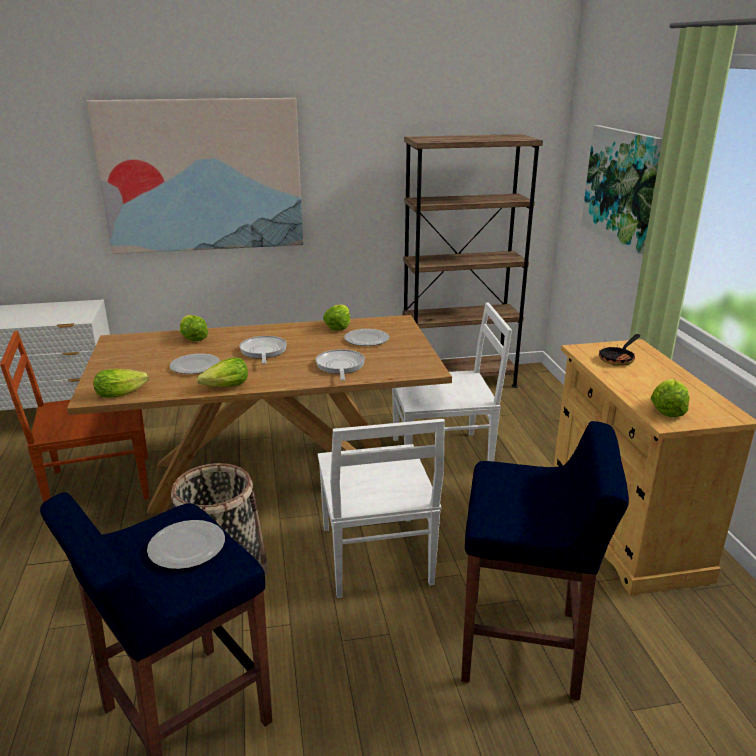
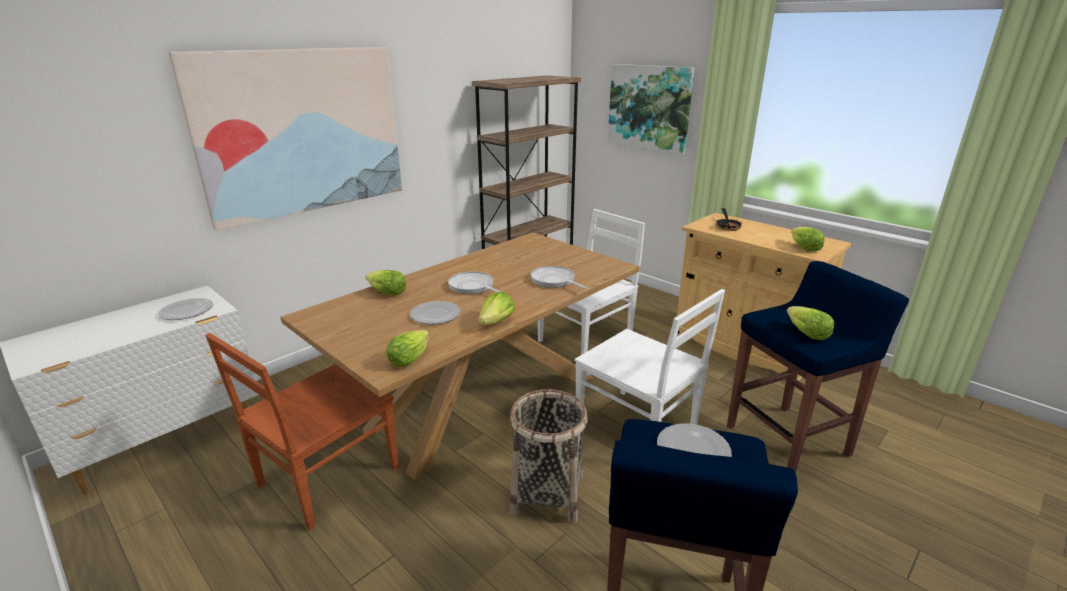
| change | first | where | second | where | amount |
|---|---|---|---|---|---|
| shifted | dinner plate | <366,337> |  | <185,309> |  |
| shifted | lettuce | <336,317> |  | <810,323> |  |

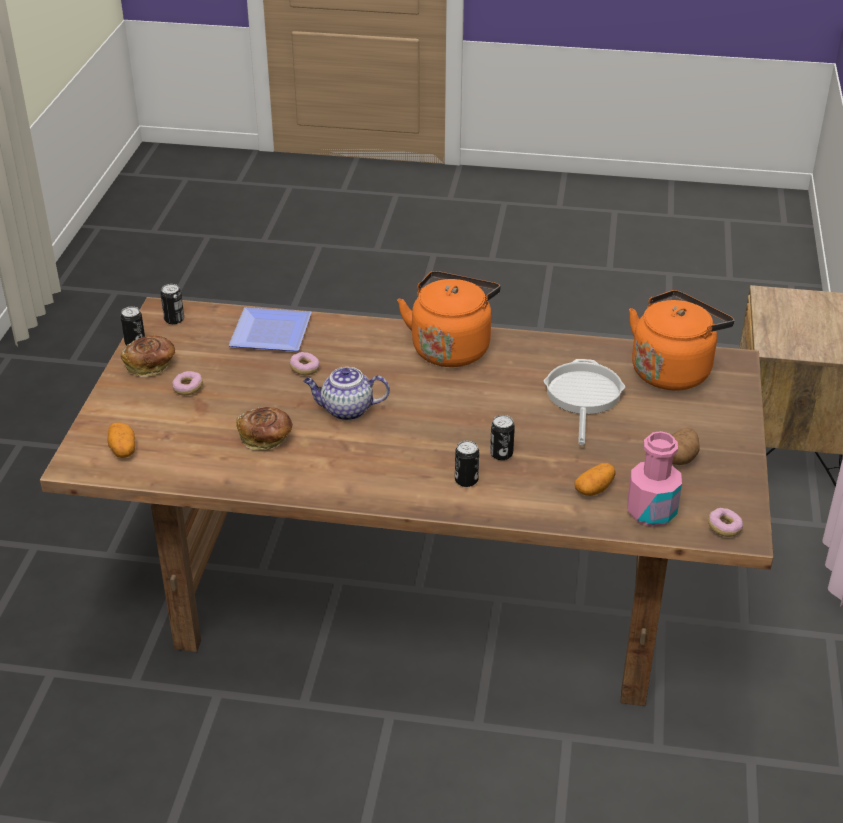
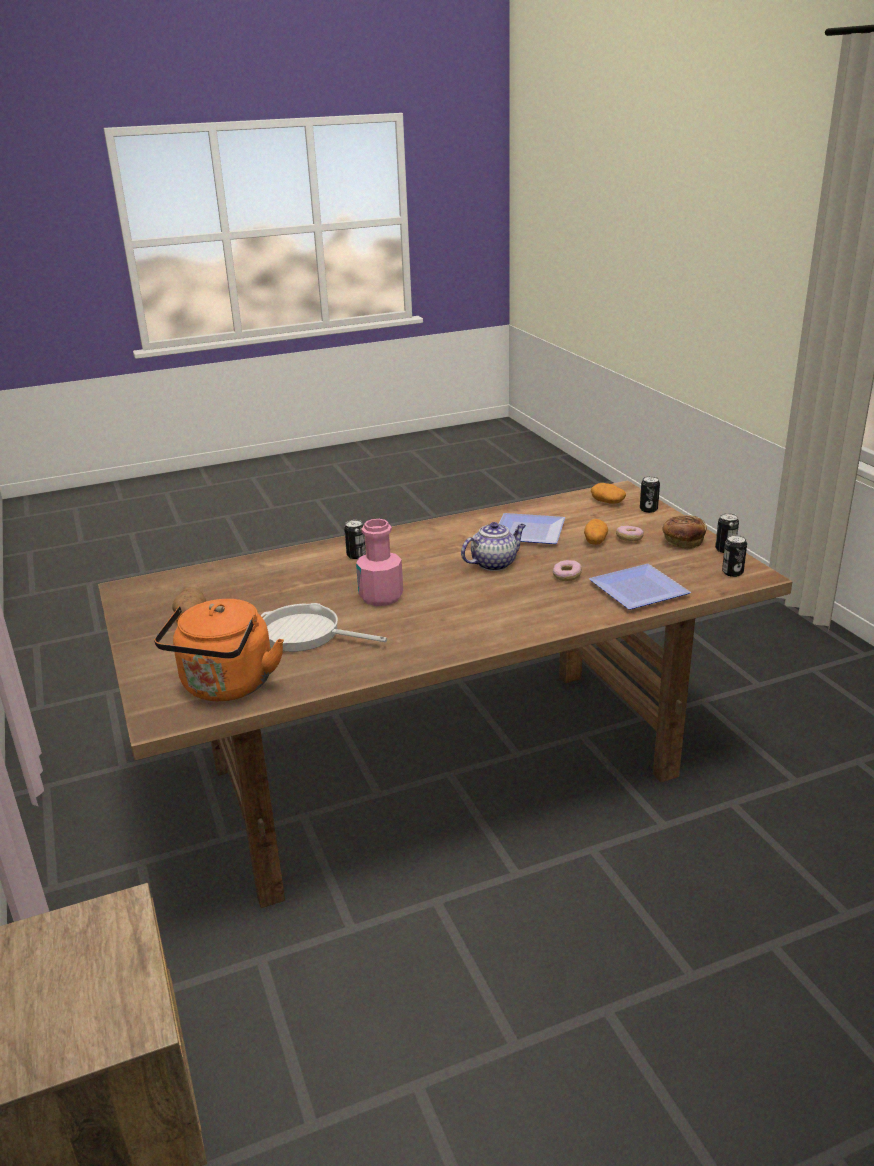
| change | first | where | second | where | amount |
|---|---|---|---|---|---|
| rotated | frying pan | <584,402> |  | <323,627> | 135 degrees clockwise |
| shifted | pinkish bottle | <654,479> |  | <379,562> |  |
| swapped | bakery bread | <264,428> | dinner plate | <532,528> |  |
| shifted | whole potato | <595,479> |  | <596,532> |  |
| shifted | metal can | <502,437> |  | <650,494> |  |
| gone | orange-coloured tea kettle | <449,319> |  |  |  |
| gone | ring doughnut | <725,522> |  |  |  |

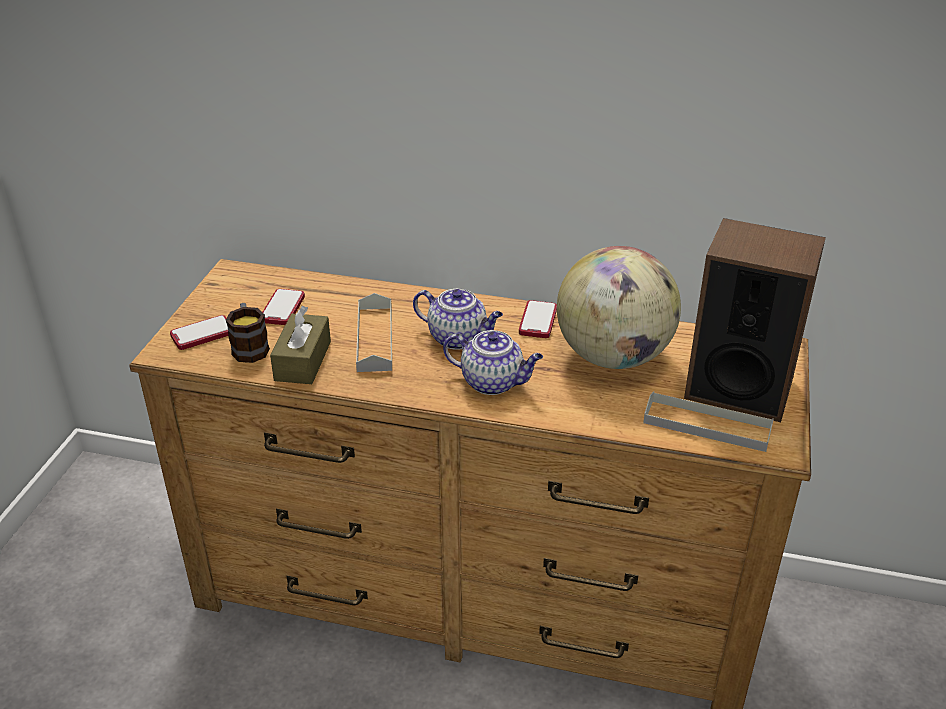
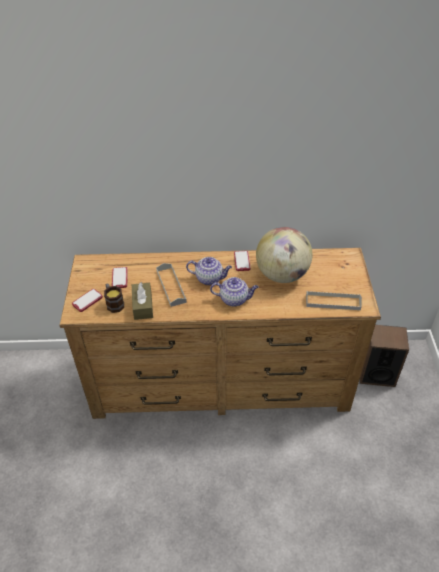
| change | first | where | second | where | amount |
|---|---|---|---|---|---|
| shifted | loudspeaker | <755,320> |  | <384,356> |  |

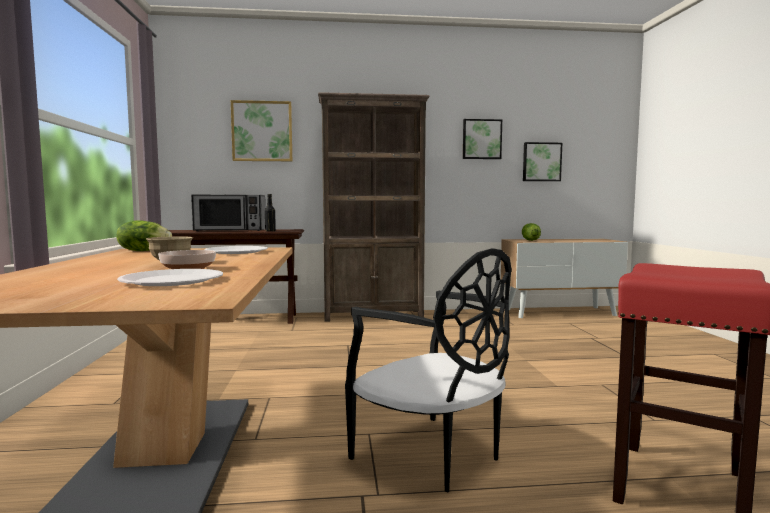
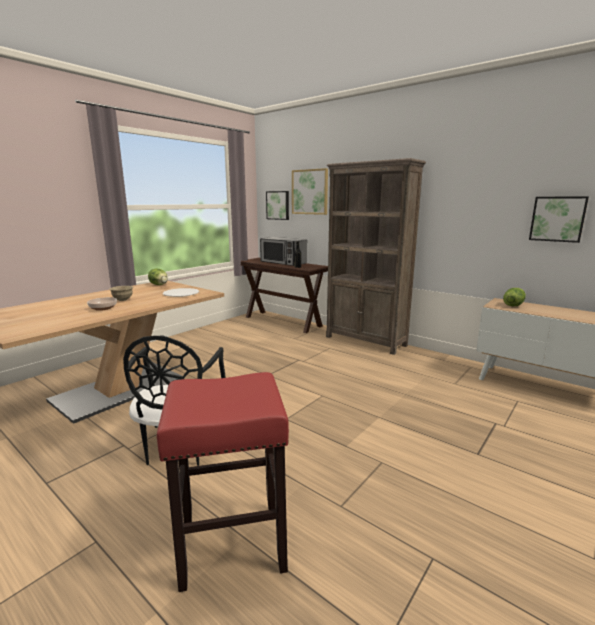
| change | first | where | second | where | amount |
|---|---|---|---|---|---|
| shifted | wall picture | <482,139> |  | <277,205> |  |
| gone | whitish dinner plate | <170,277> |  |  |  |

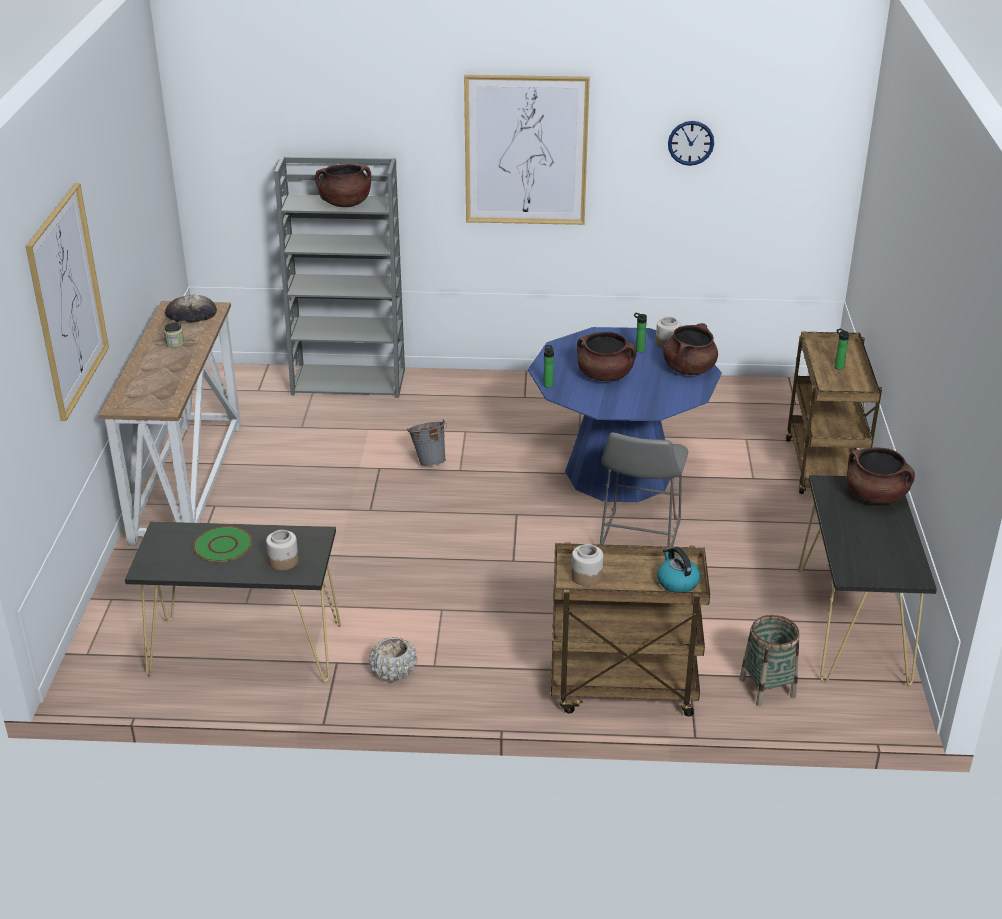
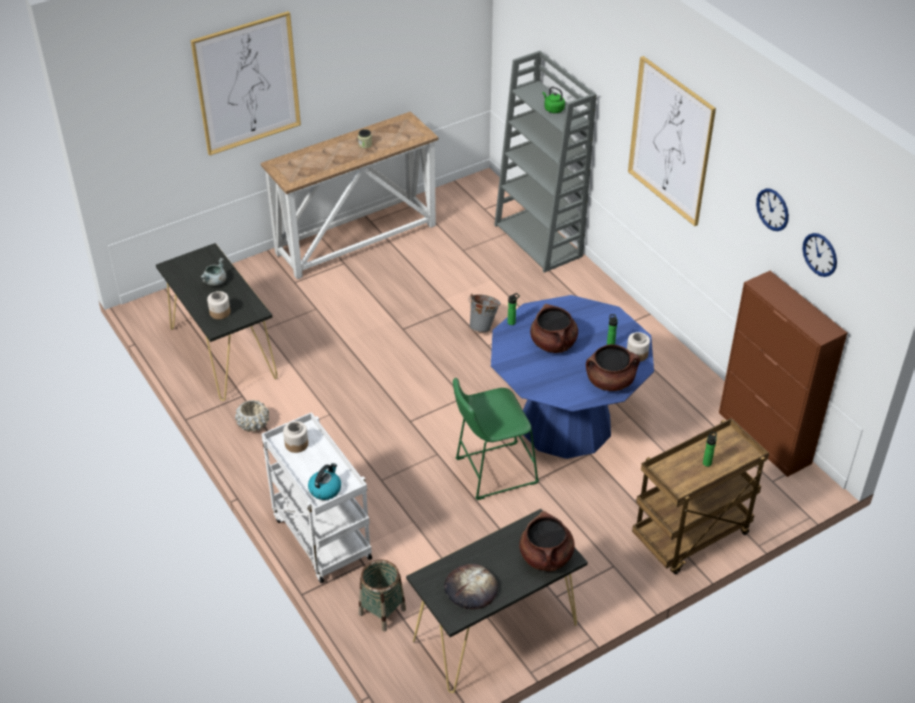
| change | first | where | second | where | amount |
|---|---|---|---|---|---|
| swapped | greenish dinner plate | <222,544> | greyish saucepot | <214,272> |  |
| repainted | brown-coloured wheeled cart | <630,629> | whitish wheeled cart | <316,498> |  |
| shifted | bakery bread | <191,308> |  | <471,586> |  |
| repainted | greyish sitting stool | <644,489> | greenish sitting stool | <496,439> |  |
| swapped | brown-coloured saucepot | <343,185> | greenish tea kettle | <554,100> |  |
| new |  |  | brown-coloured cabinet | <783,374> |  |
| new |  |  | wall clock | <820,255> |  |

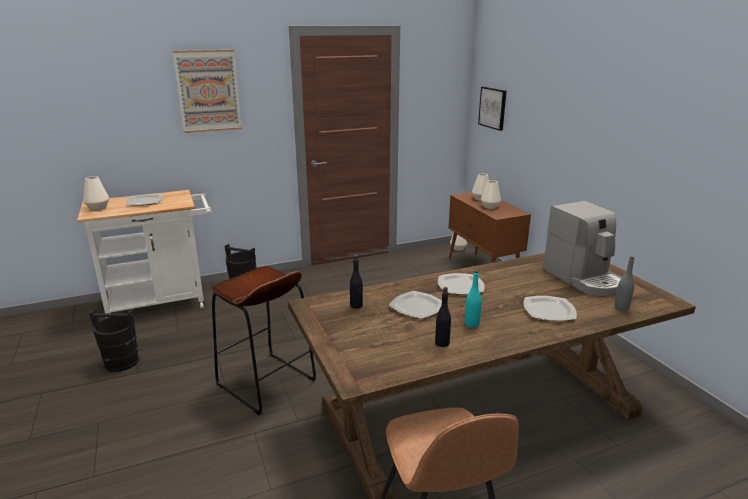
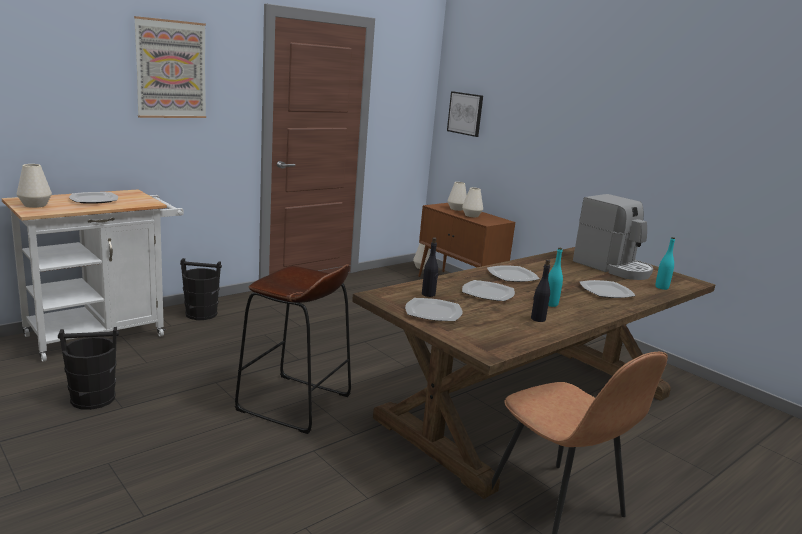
| change | first | where | second | where | amount |
|---|---|---|---|---|---|
| new |  |  | dinner plate | <433,309> |  |
| repainted | greyish bottle | <624,283> | turquoise-coloured bottle | <665,263> |  |

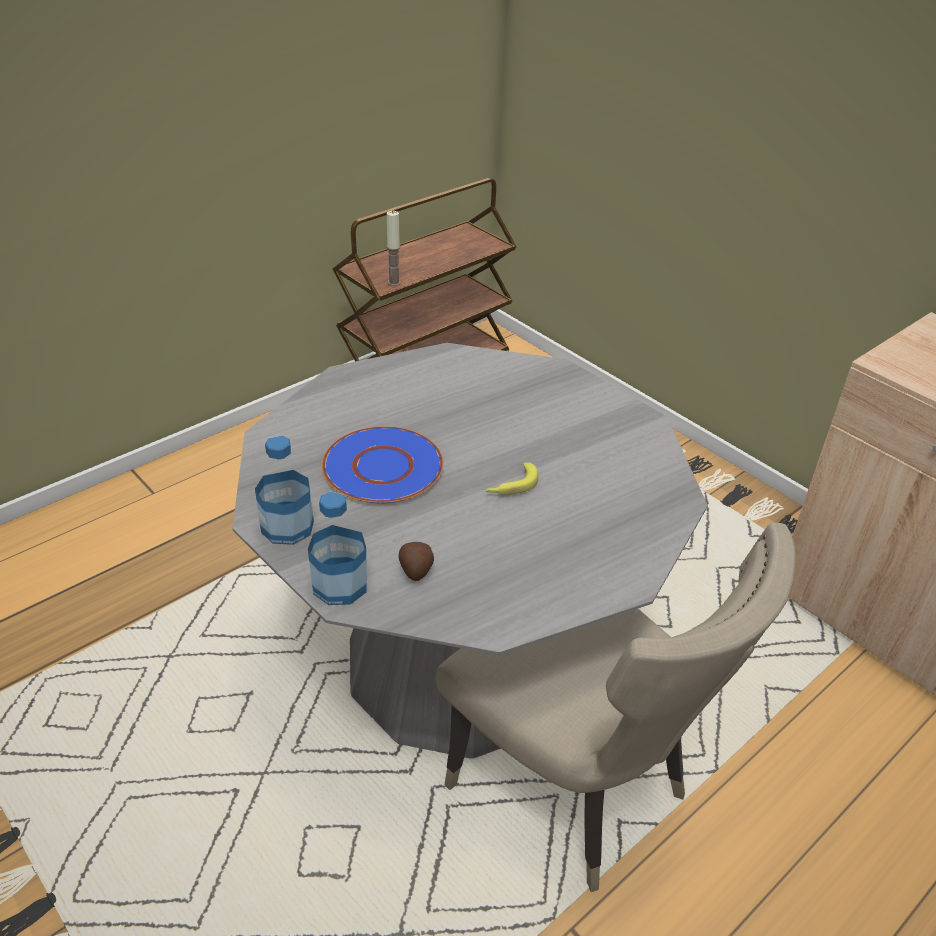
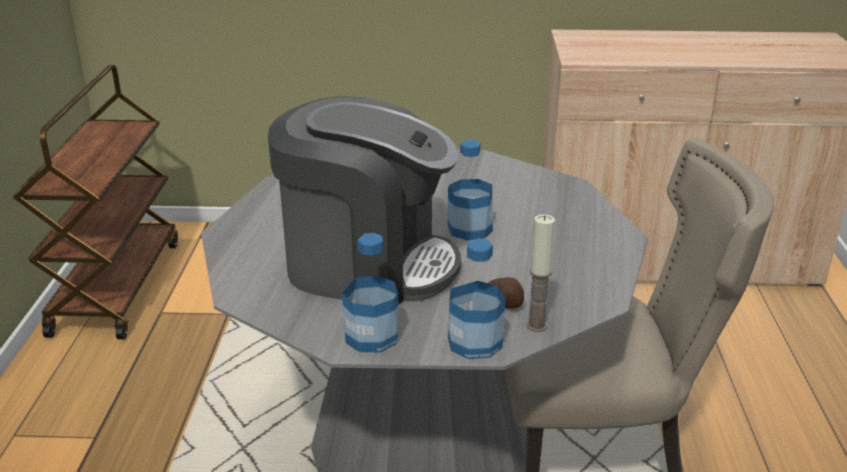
| change | first | where | second | where | amount |
|---|---|---|---|---|---|
| swapped | blue-coloured dinner plate | <382,464> | coffee brewer | <364,200> |  |
| swapped | whole banana | <512,479> | bottle | <470,190> |  |
| shifted | wax candle | <394,248> |  | <540,273> |  |

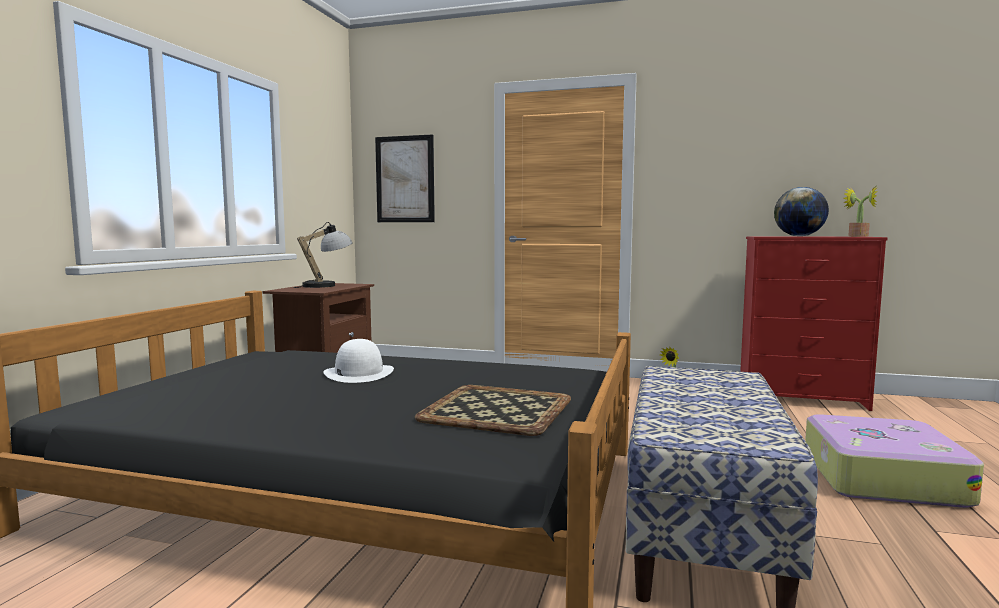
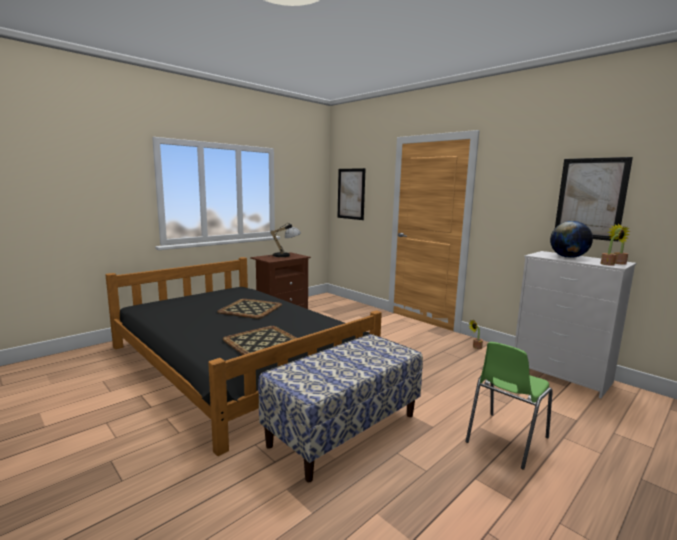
| change | first | where | second | where | amount |
|---|---|---|---|---|---|
| swapped | whitish clothing hat | <359,361> | serving tray | <249,309> |  |
| swapped | piece of luggage | <894,461> | greenish upright chair | <509,406> |  |
| repainted | red-coloured chest of drawers | <814,323> | whitish chest of drawers | <575,324> |  |
| new |  |  | wall picture | <594,199> |  |

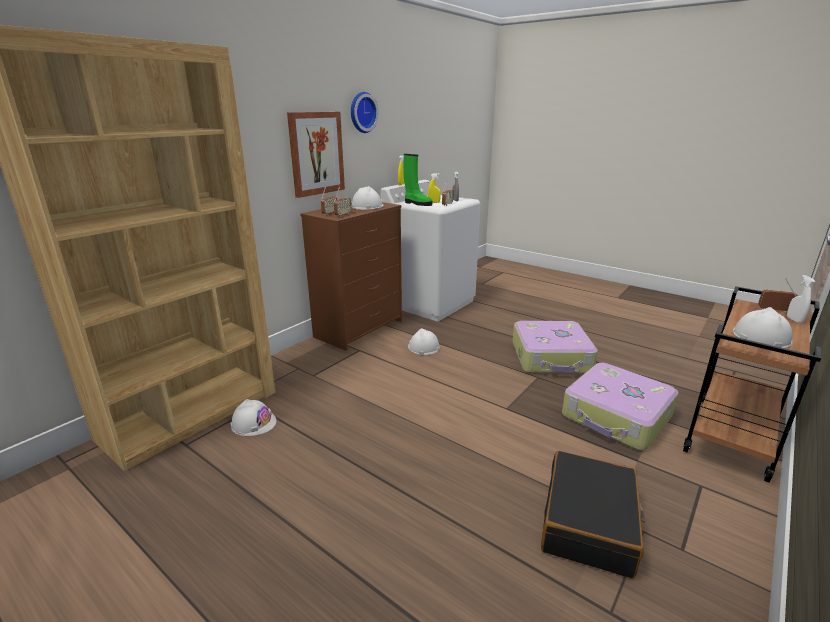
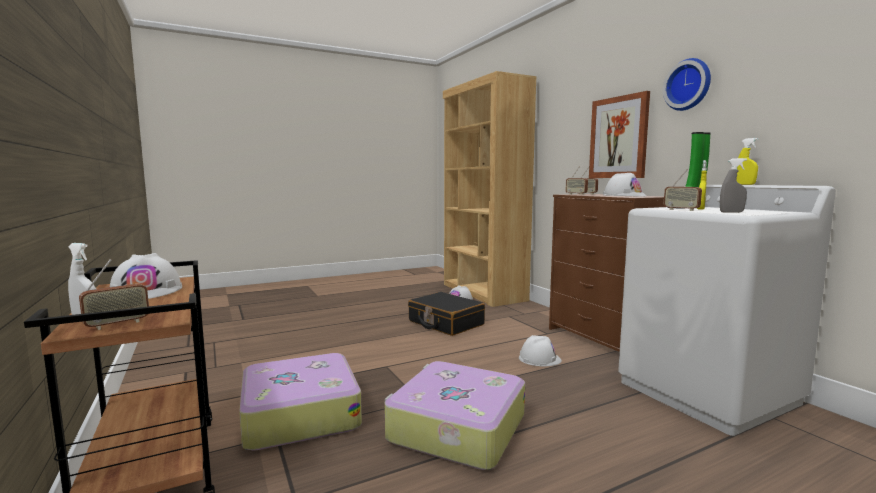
| change | first | where | second | where | amount |
|---|---|---|---|---|---|
| shifted | black piece of luggage | <593,515> |  | <446,314> |  |

